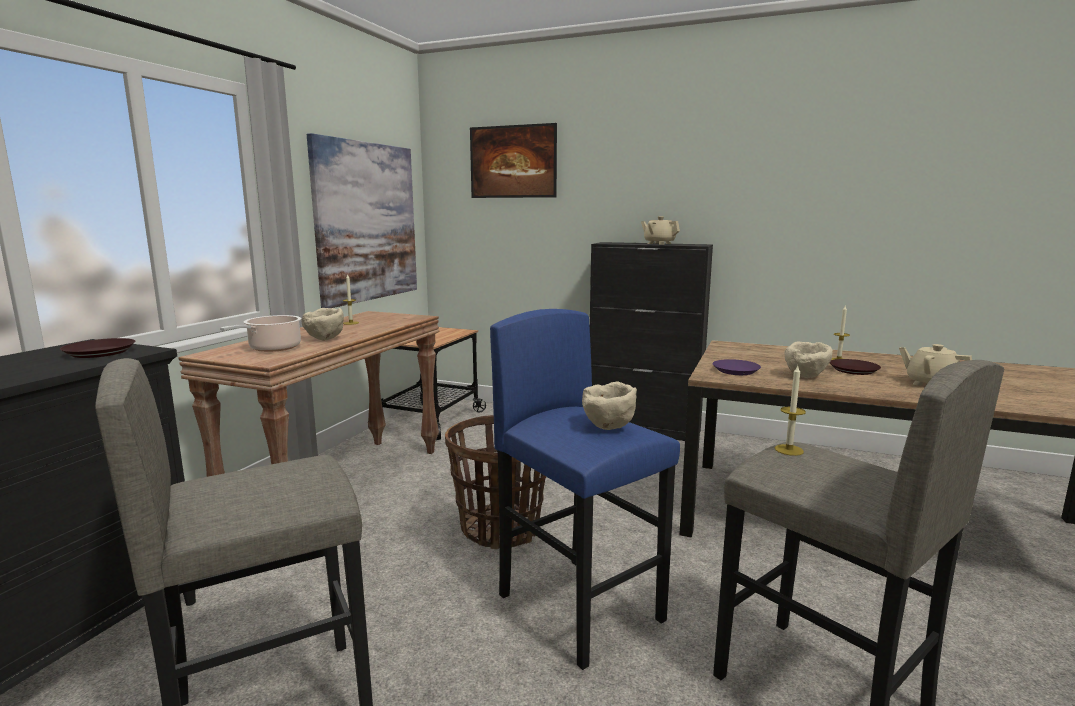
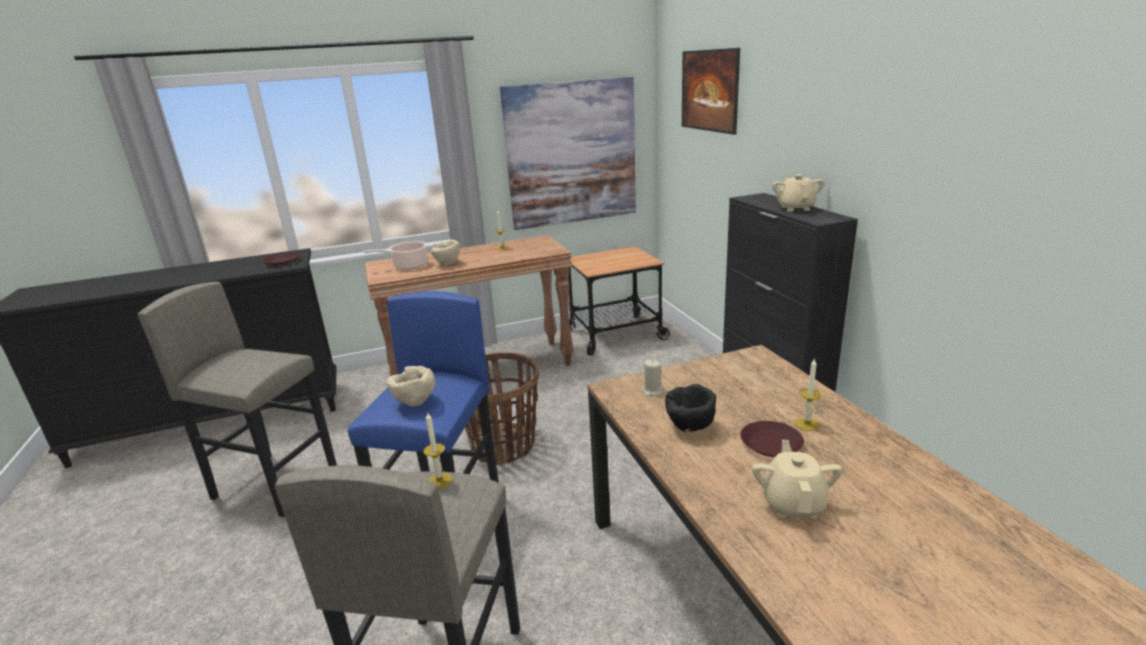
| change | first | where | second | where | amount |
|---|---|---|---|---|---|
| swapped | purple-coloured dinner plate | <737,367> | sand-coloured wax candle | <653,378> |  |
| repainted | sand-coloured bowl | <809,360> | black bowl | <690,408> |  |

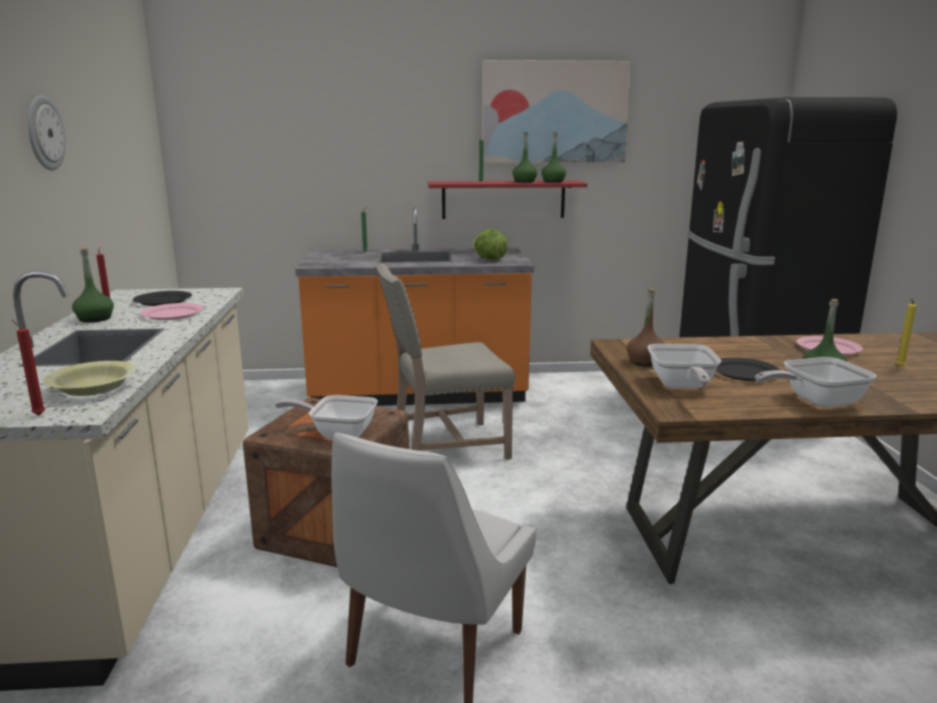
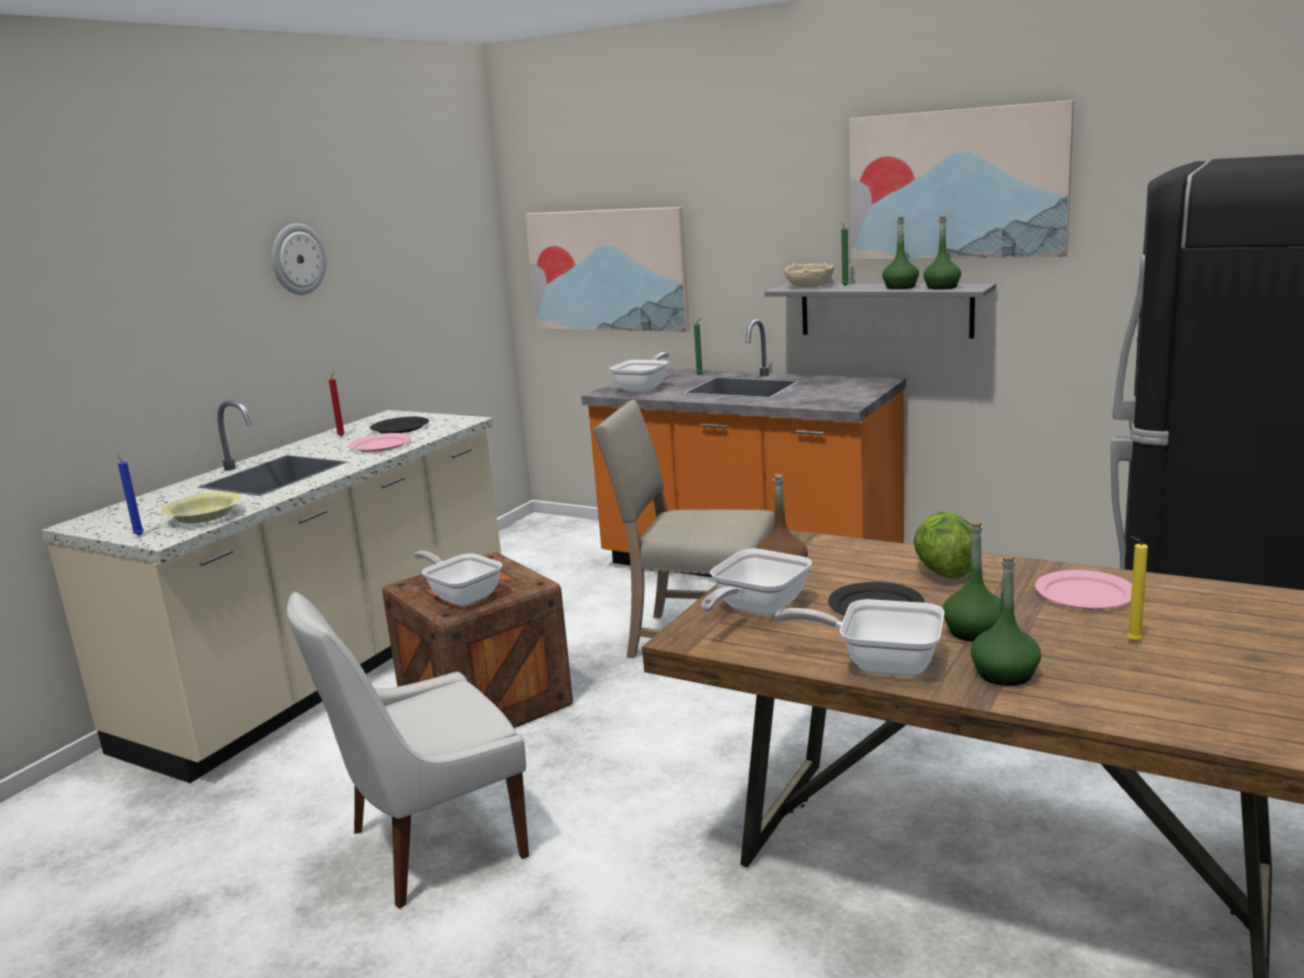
| change | first | where | second | where | amount |
|---|---|---|---|---|---|
| repainted | red-coloured wax candle | <28,367> | blue-coloured wax candle | <130,494> |  |
| new |  |  | wall picture | <607,269> |  |
| new |  |  | frying pan | <639,372> |  |
| repainted | red-coloured wall shelf | <507,199> | greyish wall shelf | <880,310> |  |
| new |  |  | sand-coloured bowl | <809,275> |  |
| shifted | lettuce | <490,244> |  | <942,545> |  |
| shifted | greenish bottle | <93,285> |  | <1006,620> |  |

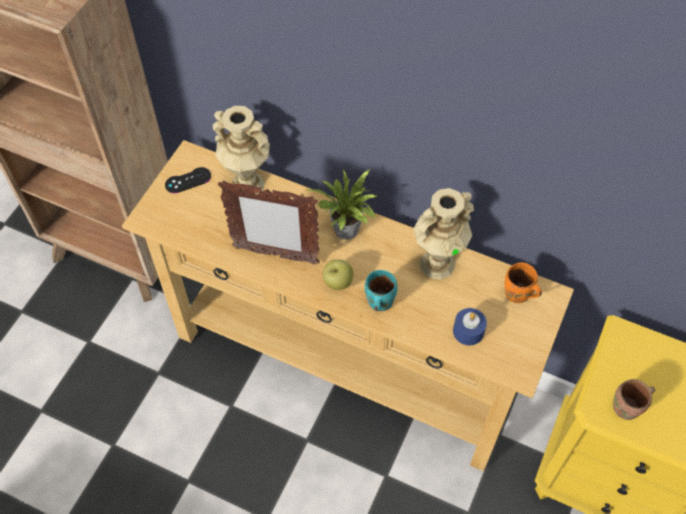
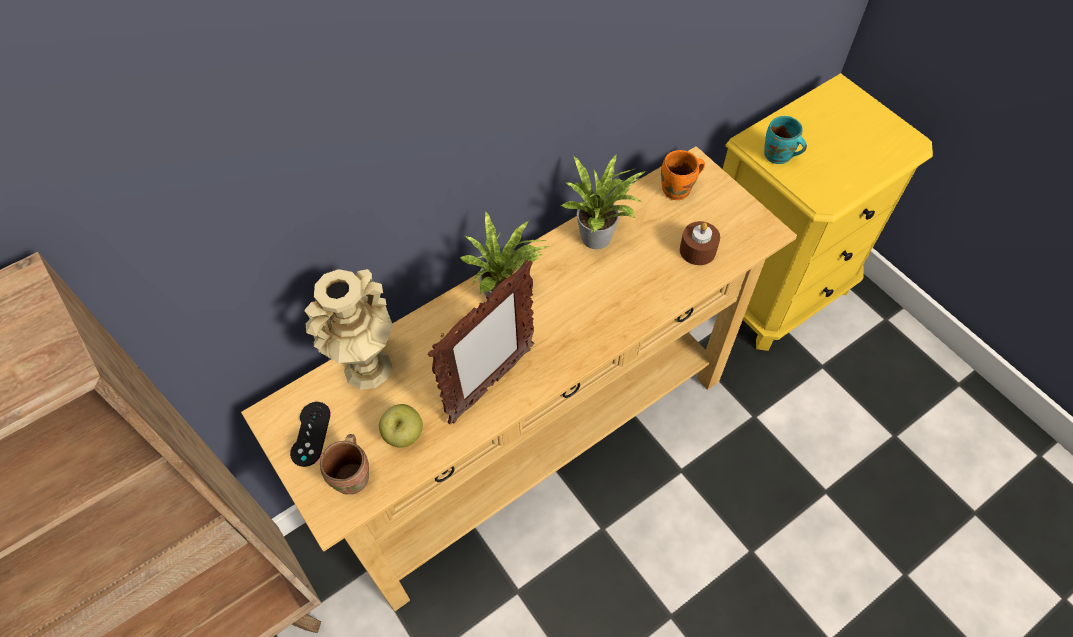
| change | first | where | second | where | amount |
|---|---|---|---|---|---|
| shifted | brown-coloured mug | <634,399> |  | <344,464> |  |
| shifted | whole apple | <338,274> |  | <401,426> |  |
| swapped | sand-coloured flower vase | <443,233> | plant in a pot | <603,201> |  |
| repainted | blue-coloured wax candle | <470,326> | brown-coloured wax candle | <700,243> |  |
| shifted | turquoise-coloured mug | <381,290> |  | <785,140> |  |

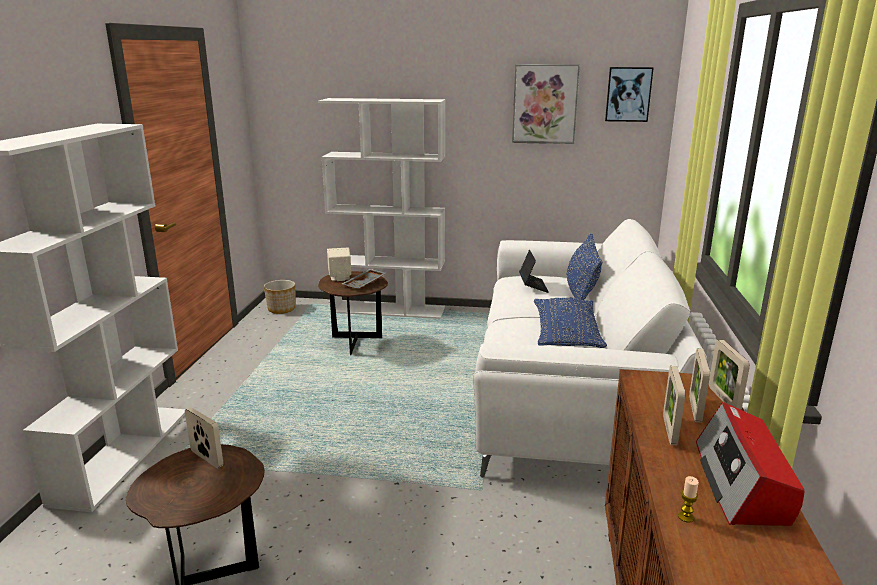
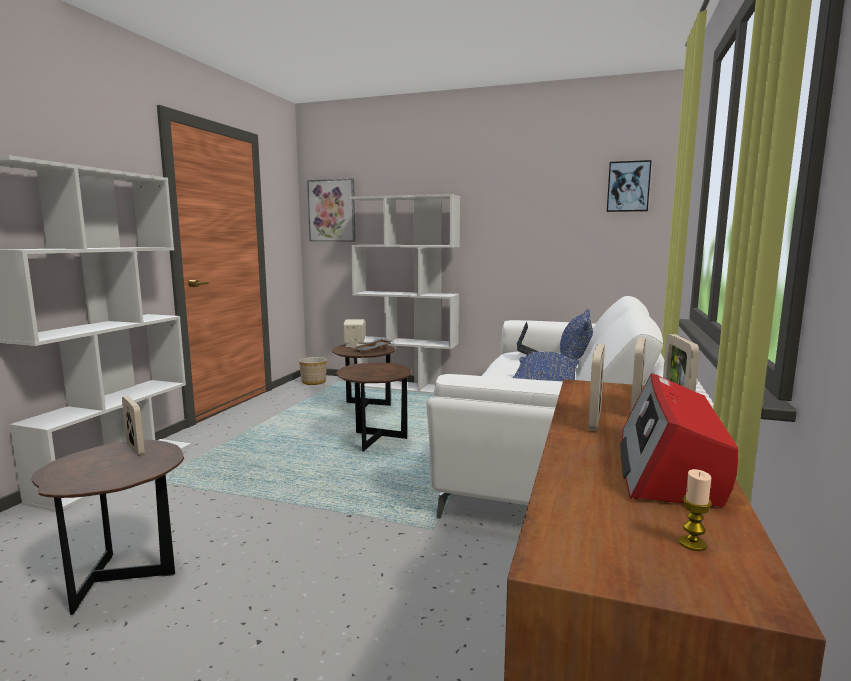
| change | first | where | second | where | amount |
|---|---|---|---|---|---|
| shifted | wall picture | <546,104> |  | <331,210> |  |
| new |  |  | brown-coloured accent table | <374,407> |  |
| shifted | wax candle | <688,499> |  | <695,510> |  |

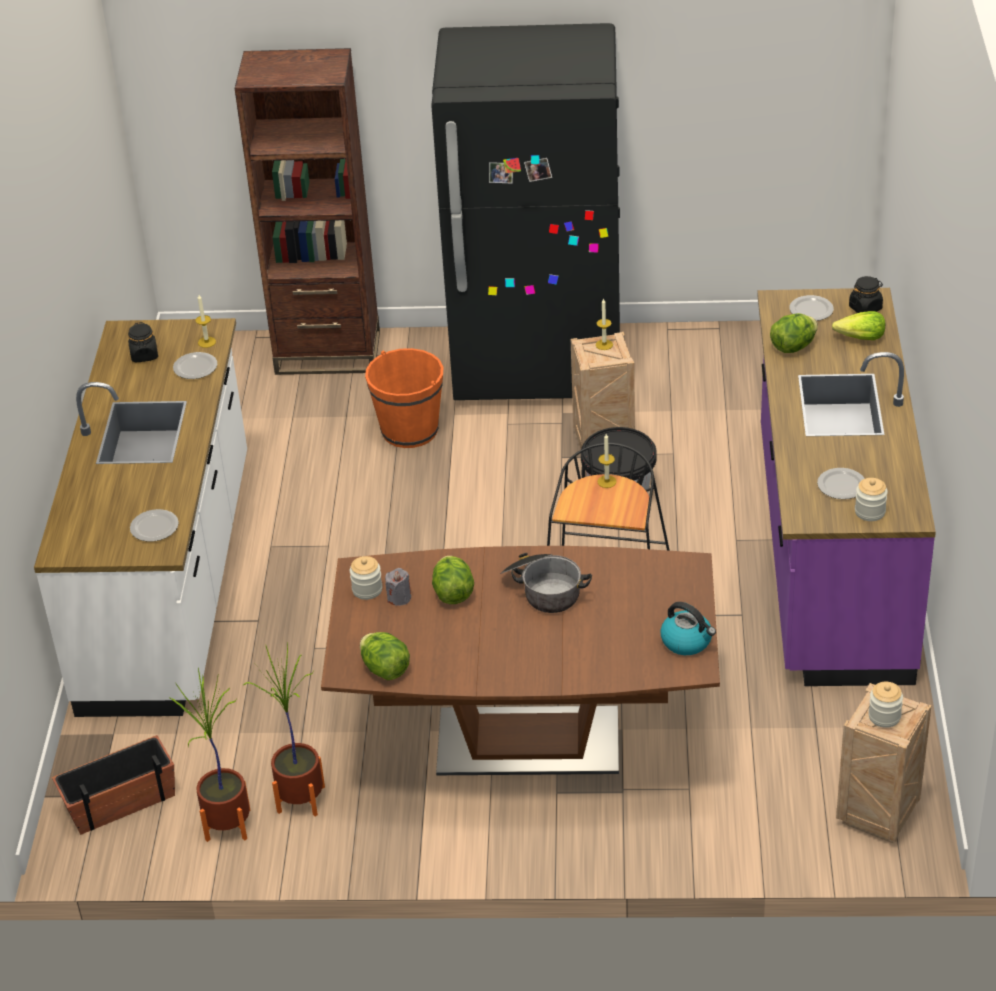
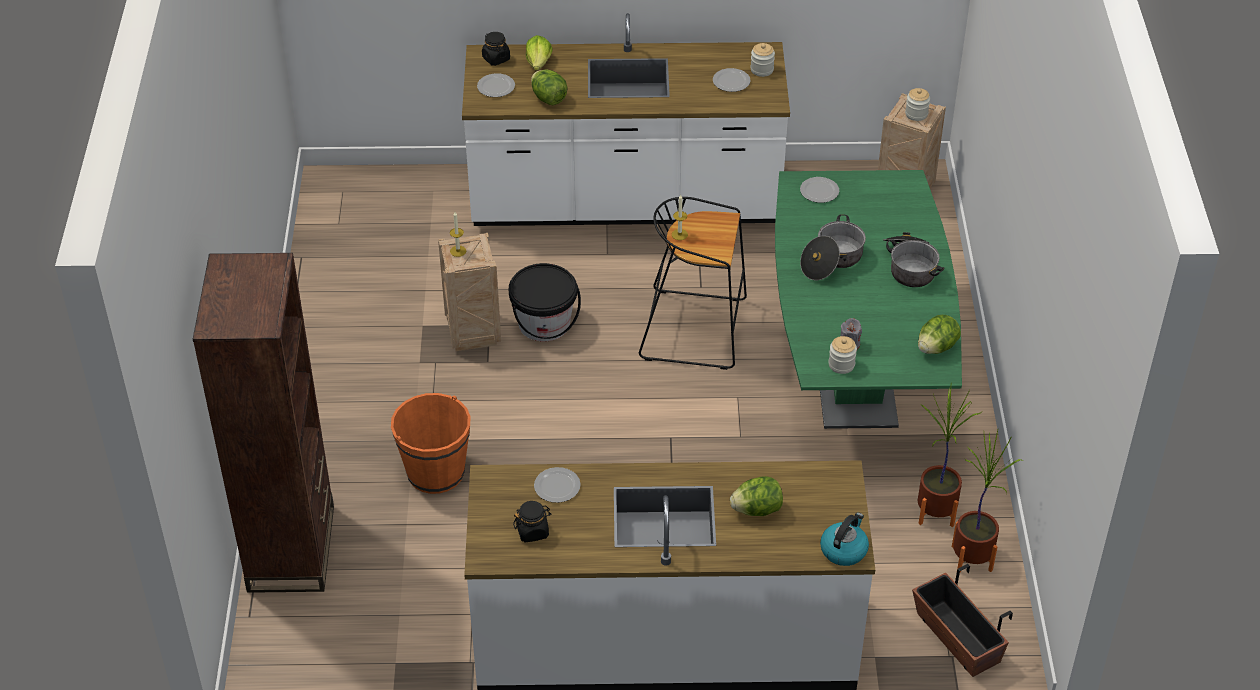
| change | first | where | second | where | amount |
|---|---|---|---|---|---|
| repainted | purple-coloured kitchen base unit | <846,487> | whitish kitchen base unit | <626,119> |  |
| shifted | lettuce | <453,580> |  | <756,496> |  |
| repainted | brown-coloured dining table | <520,660> | greenish dining table | <868,299> |  |
| shifted | dinner plate | <154,525> |  | <819,190> |  |
| shifted | tea kettle | <688,628> |  | <844,539> |  |
| new |  |  | saucepot | <914,259> |  |
| gone | wax candle | <205,321> |  |  |  |
| gone | black refrigerator | <525,211> |  |  |  |

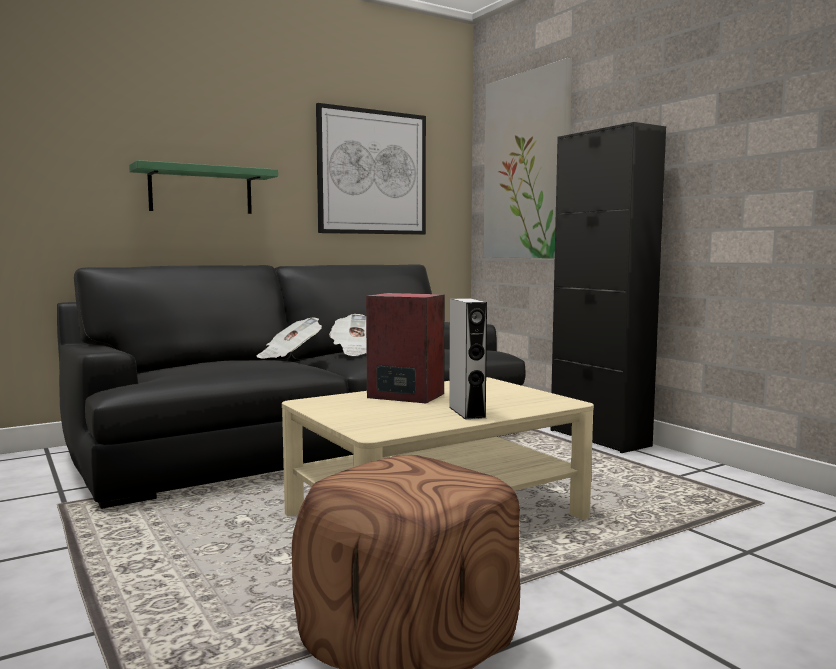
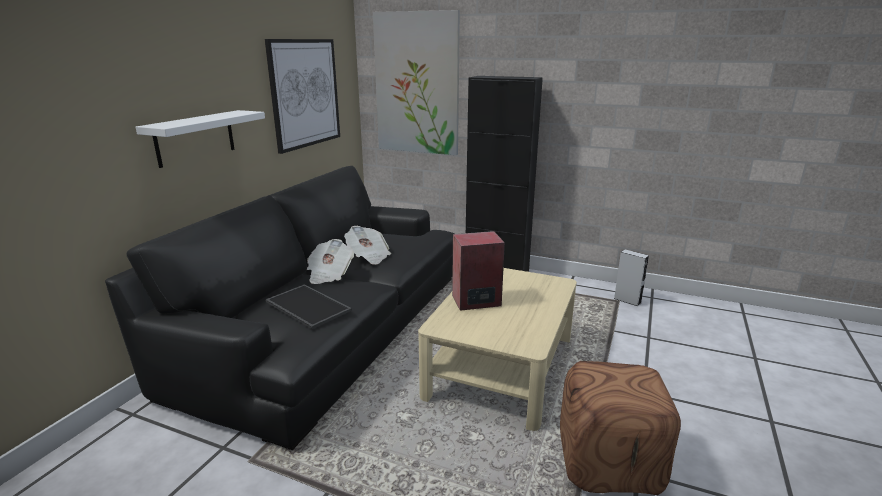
| change | first | where | second | where | amount |
|---|---|---|---|---|---|
| repainted | greenish wall shelf | <203,187> | whitish wall shelf | <200,139> |  |
| new |  |  | serving tray | <308,306> |  |
| shifted | greyish loudspeaker | <468,358> |  | <631,277> |  |

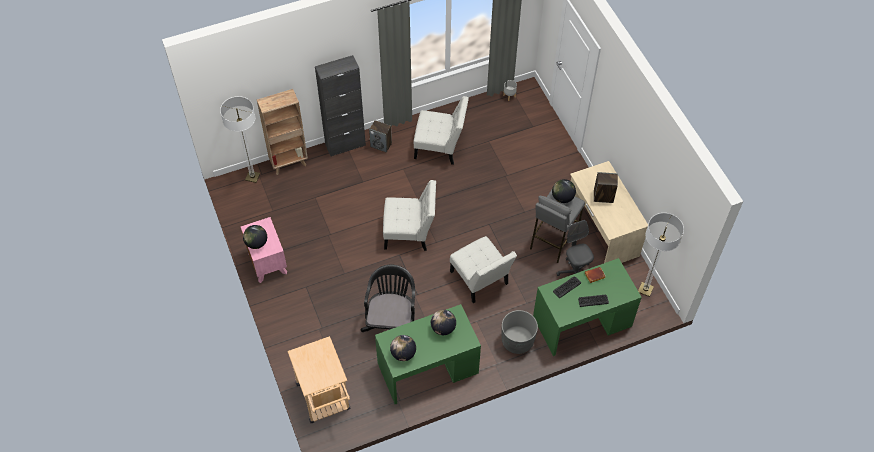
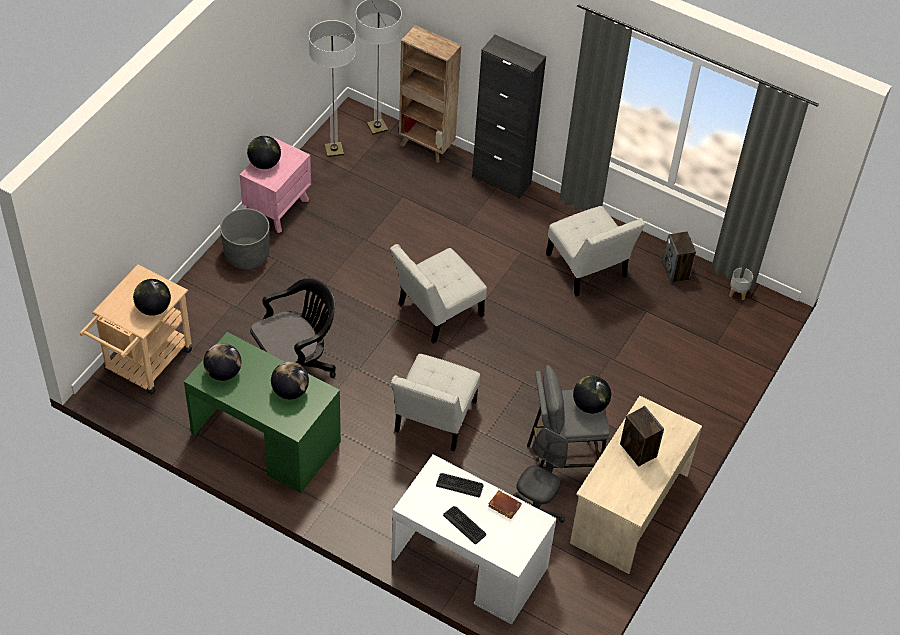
| change | first | where | second | where | amount |
|---|---|---|---|---|---|
| new |  |  | desk globe | <152,297> |  |
| shifted | greyish plant pot | <520,332> |  | <245,239> |  |
| shifted | standard lamp | <661,255> |  | <332,88> |  |
| rotated | whitish upright chair | <409,215> |  | <438,294> | 90 degrees clockwise |
| repainted | greenish desk table | <587,307> | whitish desk table | <474,539> |  |
| shifted | loudspeaker | <380,136> |  | <679,257> |  |

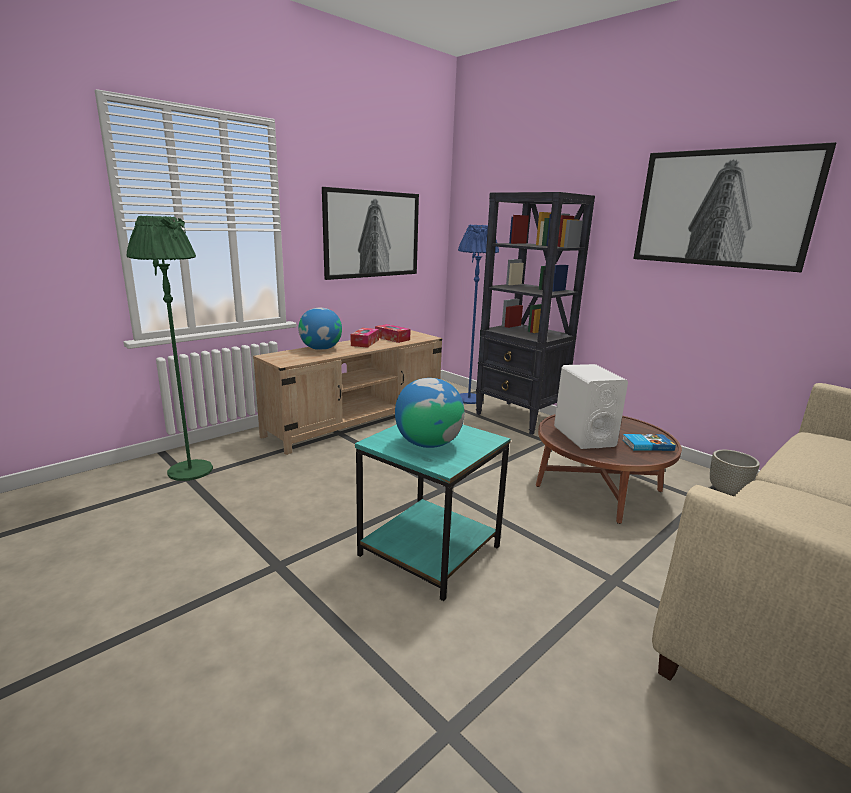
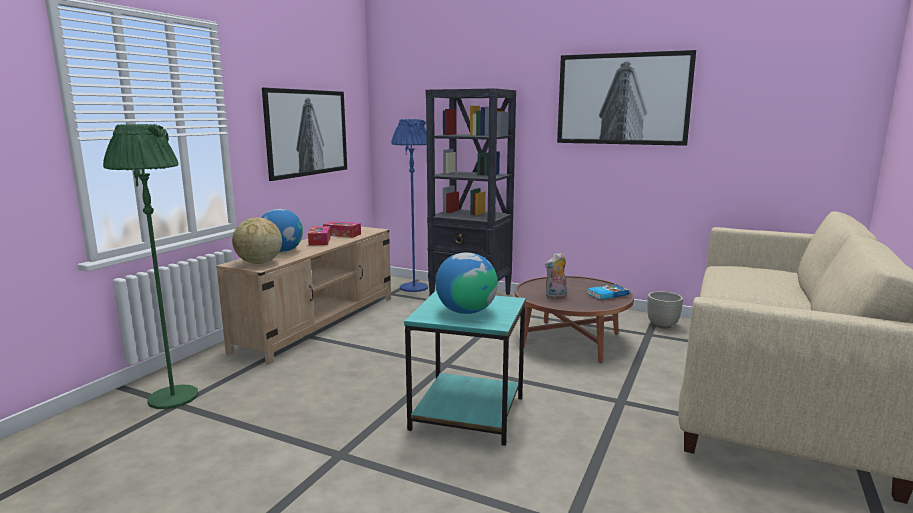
| change | first | where | second | where | amount |
|---|---|---|---|---|---|
| new |  |  | desk globe | <257,240> |  |
| swapped | whitish loudspeaker | <591,406> | plush toy | <556,275> |  |

